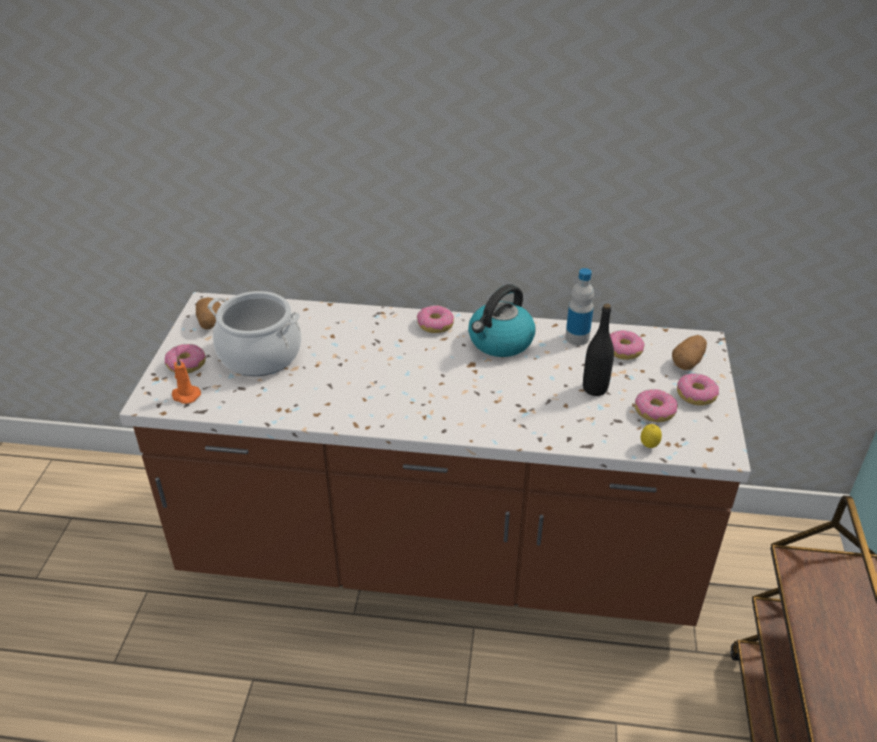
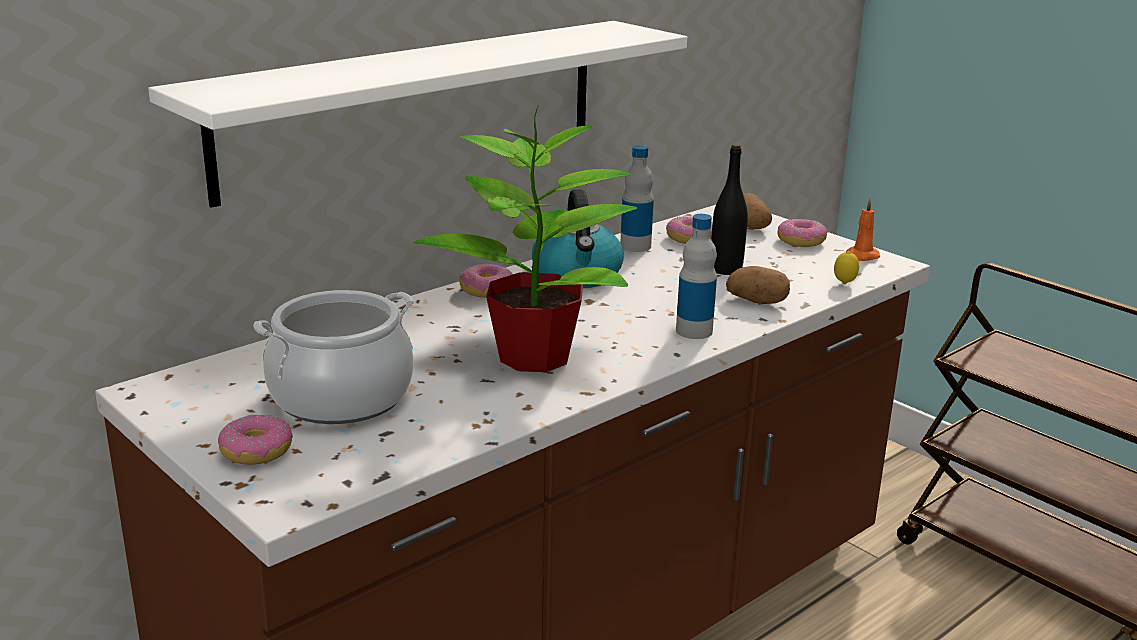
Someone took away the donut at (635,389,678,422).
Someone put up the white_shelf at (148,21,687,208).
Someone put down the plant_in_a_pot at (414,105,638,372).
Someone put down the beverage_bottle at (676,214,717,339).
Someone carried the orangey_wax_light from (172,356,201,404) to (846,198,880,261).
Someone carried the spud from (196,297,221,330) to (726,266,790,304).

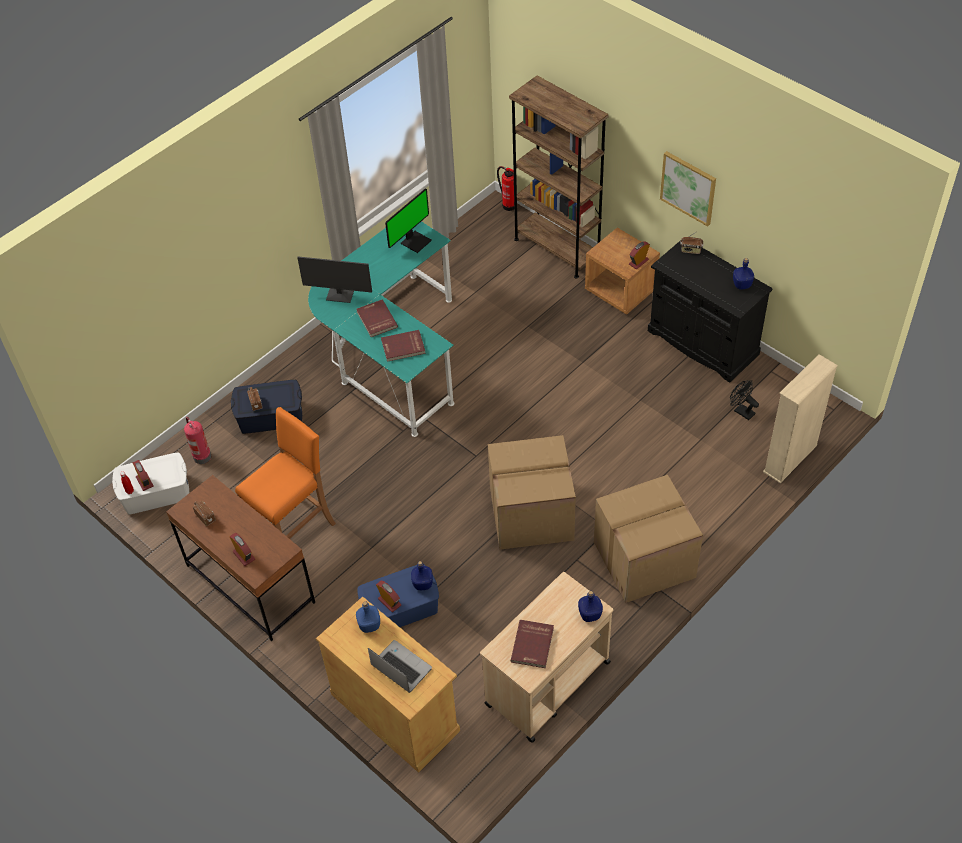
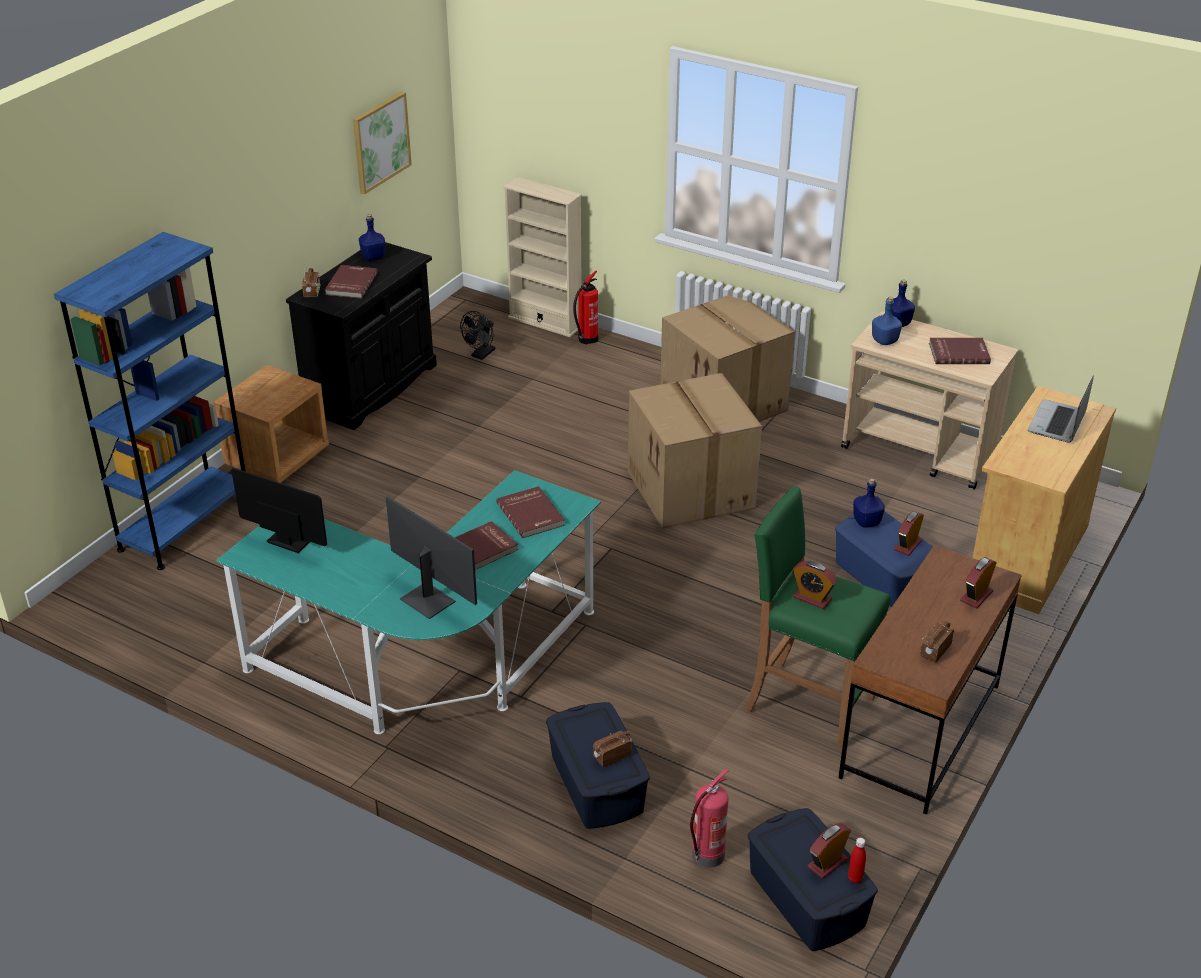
Someone put down the reddish_volume at (325,265,378,298).
Someone carried the blue_beverage_bottle from (356,601,380,633) to (872,297,902,345).
Someone carried the fire_extinguisher from (497,166,514,211) to (573,271,598,344).
Someone carried the alarm_clock from (629,241,650,269) to (793,561,838,609).
Someone carried the picture from (660,151,716,227) to (353,91,412,194).
Someone repainted the white_storage_container at (112,452,189,515), which became the blue_storage_container at (748,808,878,951).
Someone repainted the orangey_stool at (235,407,336,539), which became the green_stool at (745,486,891,750).
Someone repainted the brown_bookcase at (509,75,609,279), which became the blue_bookcase at (54,232,246,570).
Someone rotated the computer_screen at (297,256,372,303) by 45 degrees counterclockwise.

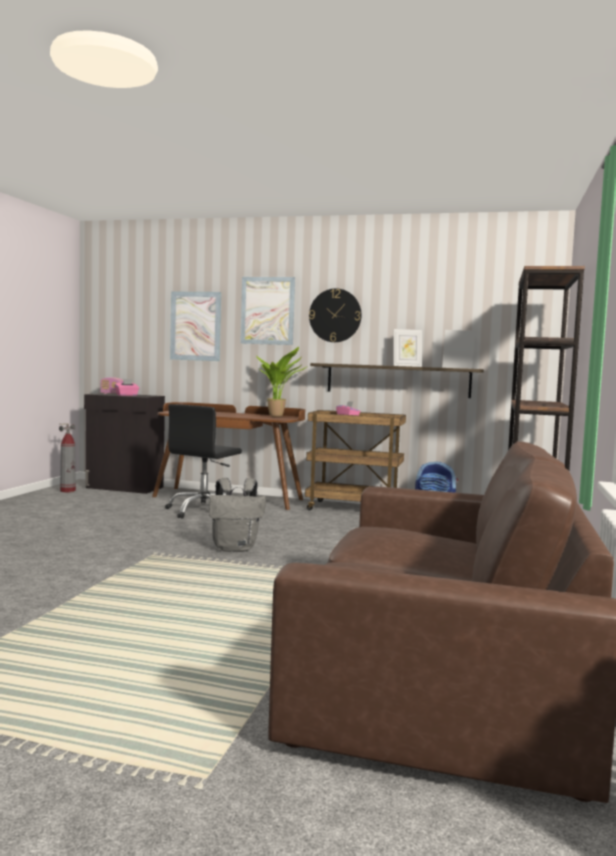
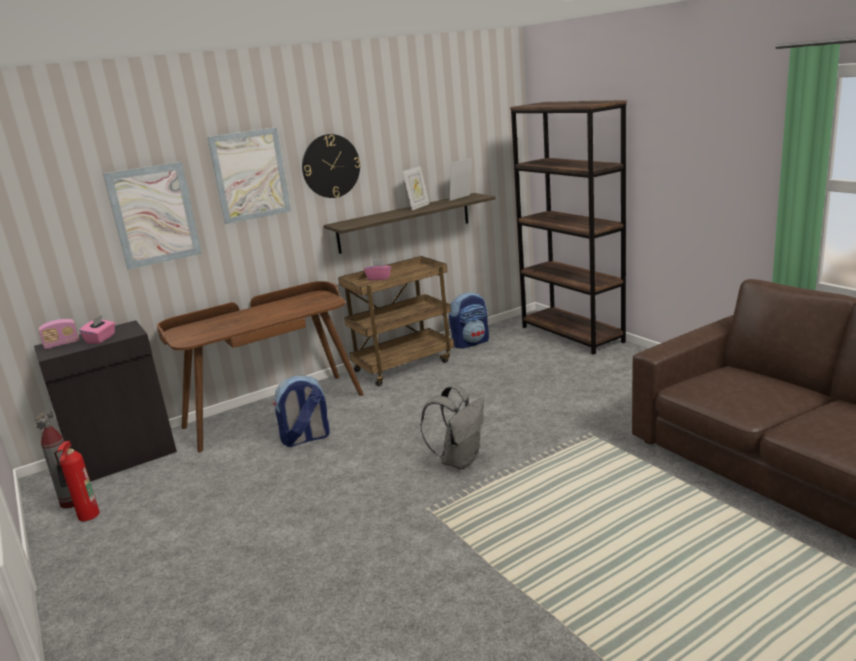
Someone took away the plant_in_a_pot at (256,346,306,417).
Someone put down the fire_extinguisher at (54,441,99,521).
Someone swapped the blackish_computer_chair at (165,404,242,519) for the backpack at (273,376,330,447).

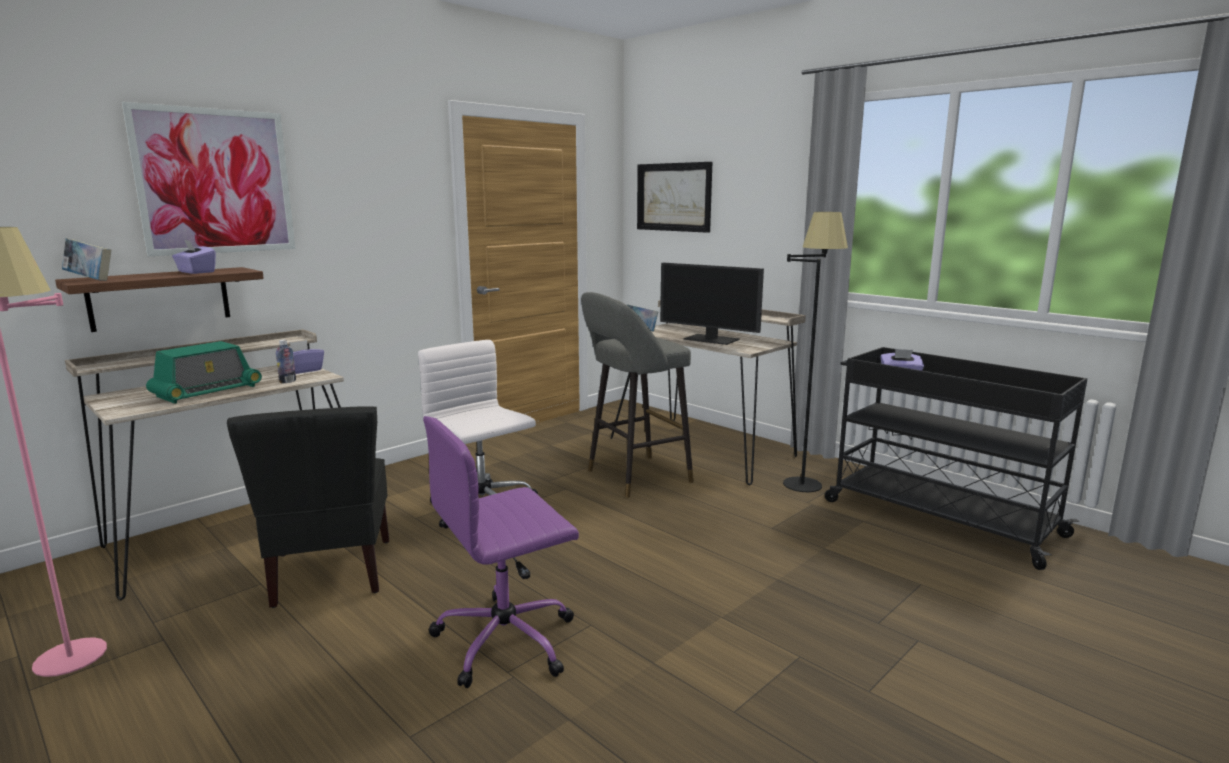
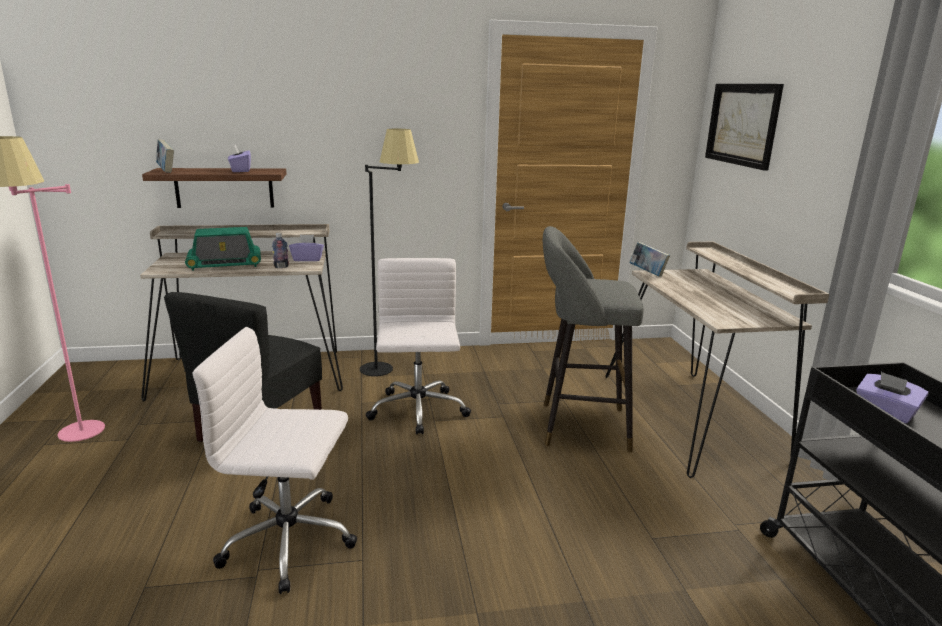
Someone took away the picture at (121,102,296,256).
Someone took away the computer_screen at (660,263,764,345).
Someone carried the blackish_standing_lamp from (783,212,848,492) to (360,129,419,376).
Someone repainted the purple-coloured_computer_chair at (423,416,579,688), which became the white_computer_chair at (193,327,357,594).

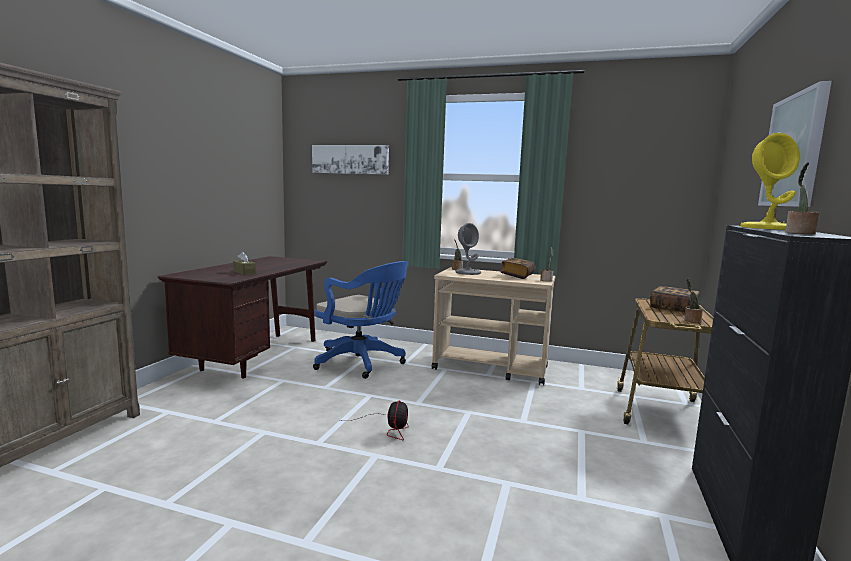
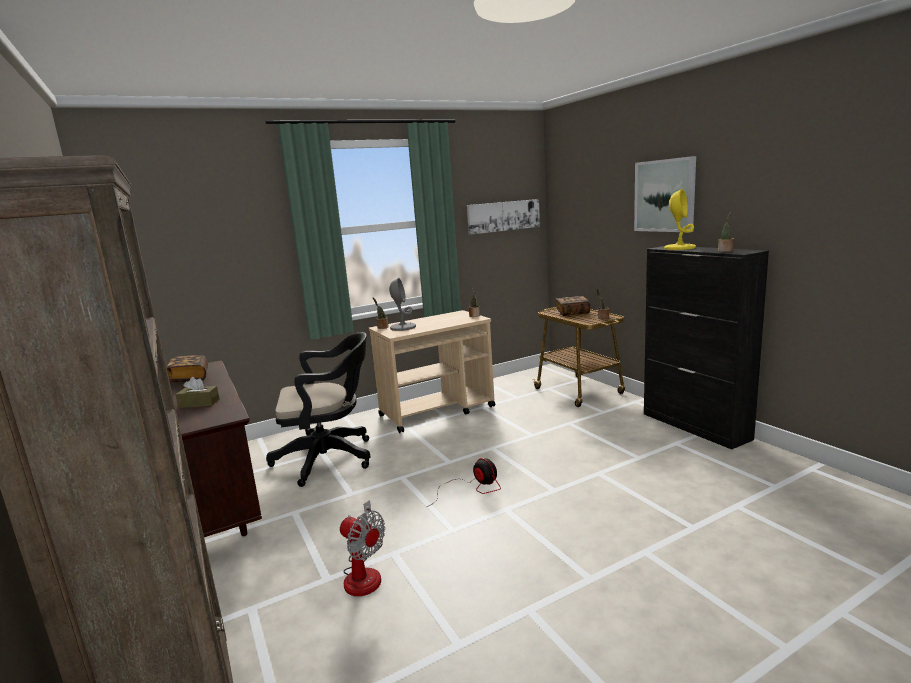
Someone put down the cooling_fan at (340,500,385,596).
Someone carried the picture from (312,145,389,175) to (467,199,540,235).
Someone carried the volume from (500,258,535,279) to (166,355,208,382).
Someone repainted the blue_computer_chair at (313,261,408,379), which became the blackish_computer_chair at (266,332,370,487).

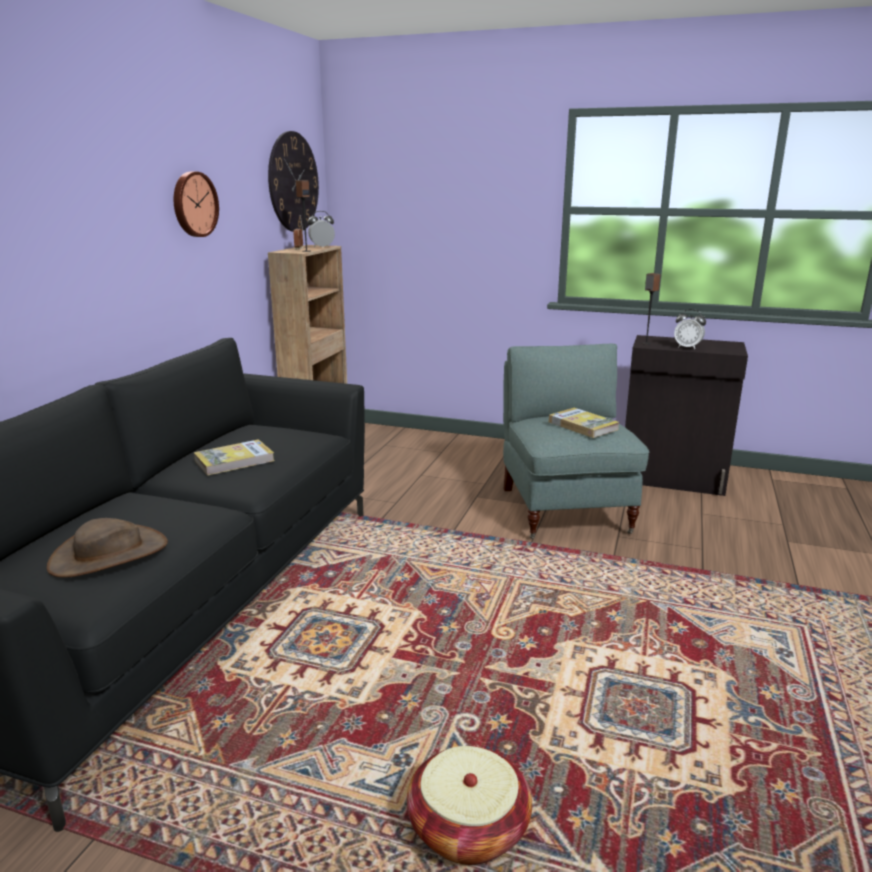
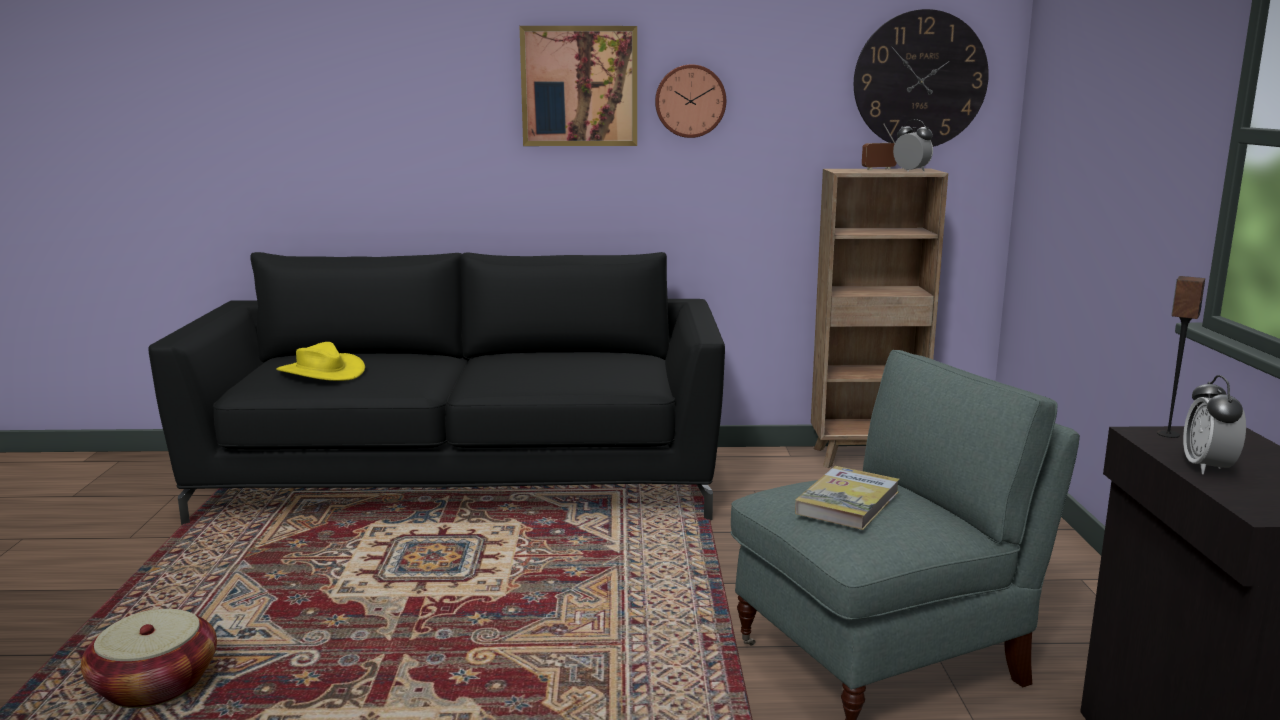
Someone took away the volume at (194,439,275,476).
Someone took away the audio_speaker at (296,180,311,252).
Someone put up the picture at (520,26,637,146).
Someone repainted the brown_hat at (47,518,168,578), which became the yellowish_hat at (277,342,365,381).

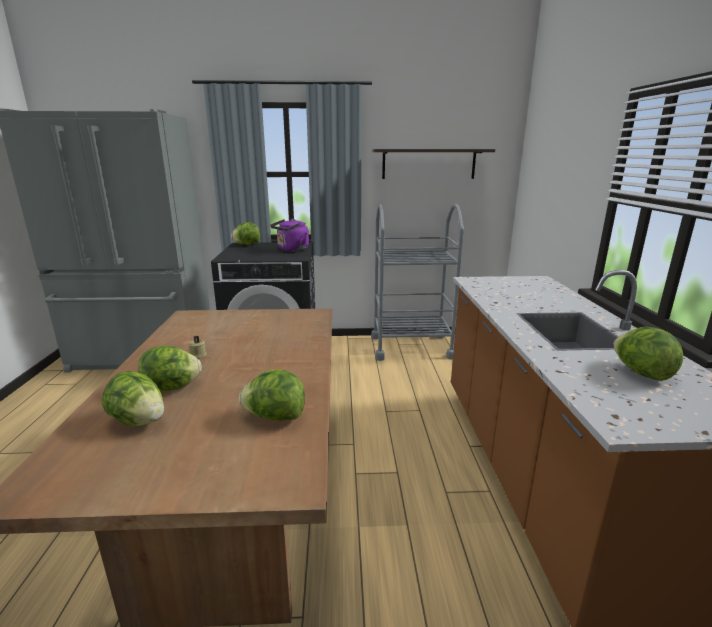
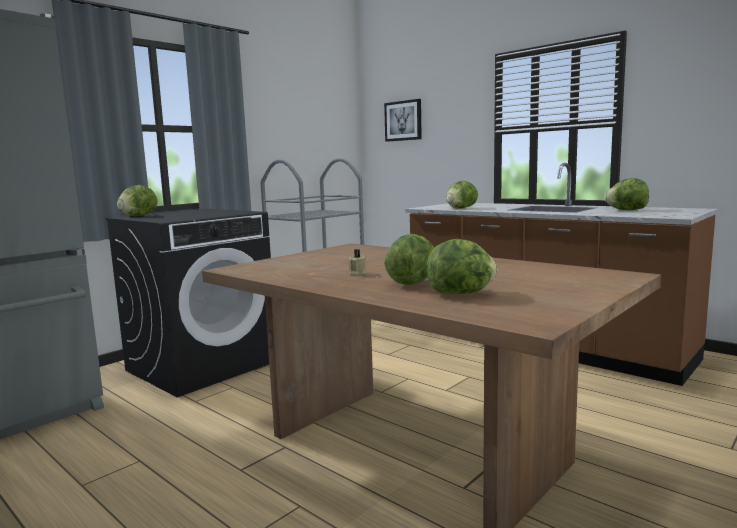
Someone took away the purple-coloured_kettle at (270,219,309,251).
Someone took away the shelf at (372,149,495,179).
Someone put up the picture at (384,99,422,142).
Someone carried the head_of_lettuce from (239,370,305,421) to (446,181,478,208).

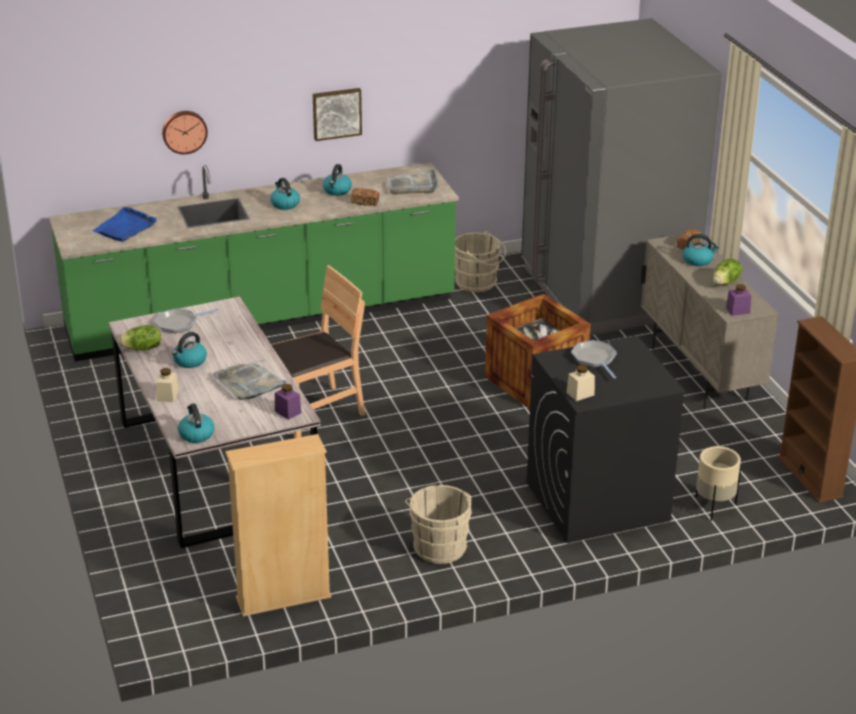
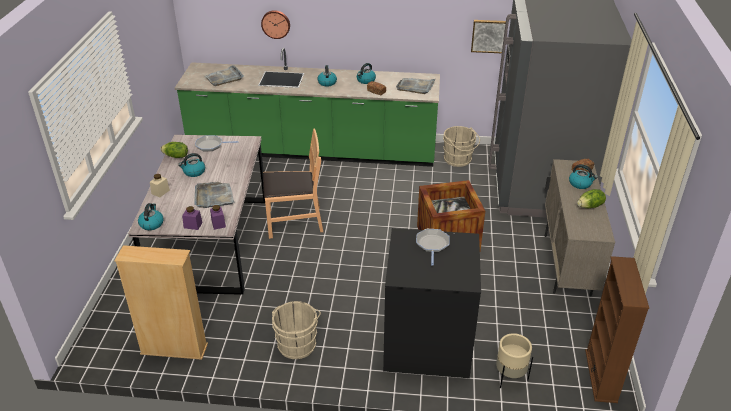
Someone took away the beige-coloured_storage_jar at (566,365,595,401).
Someone carried the picture from (313,88,362,141) to (471,20,506,53).
Someone carried the purple-coloured_storage_jar from (726,284,751,316) to (182,206,202,230).
Someone repainted the blue_tray at (93,207,157,242), which became the grey_tray at (205,65,244,86).

